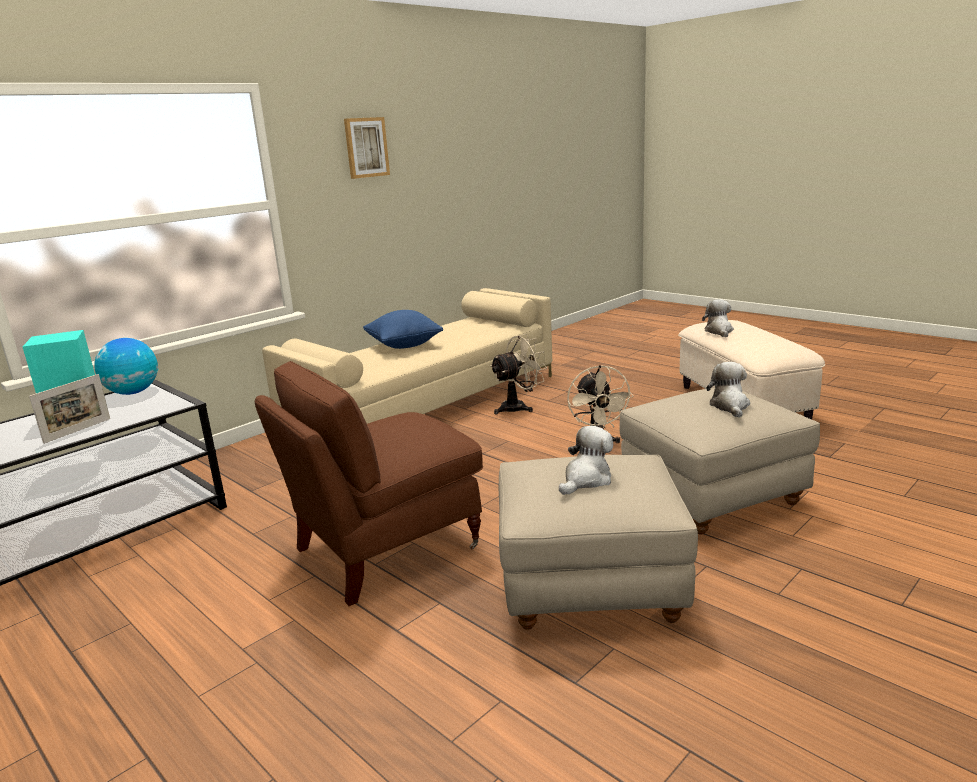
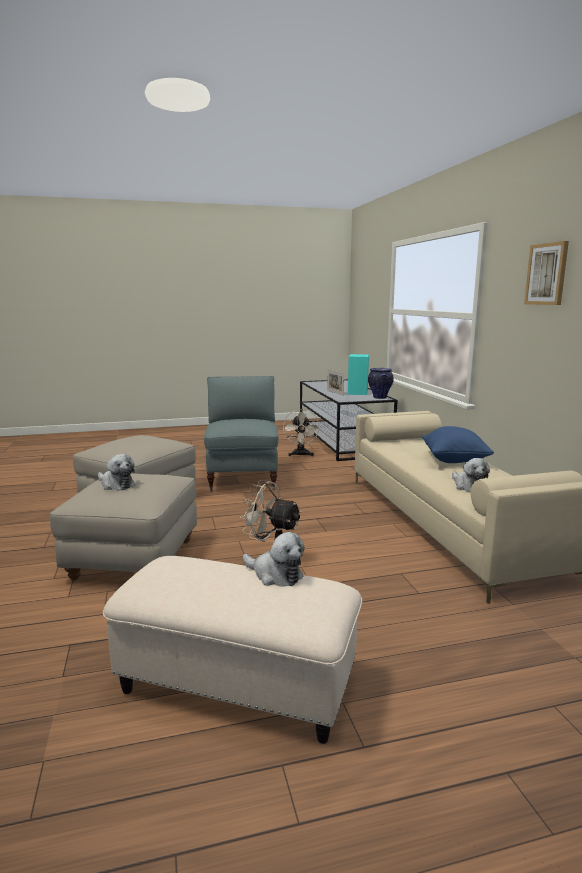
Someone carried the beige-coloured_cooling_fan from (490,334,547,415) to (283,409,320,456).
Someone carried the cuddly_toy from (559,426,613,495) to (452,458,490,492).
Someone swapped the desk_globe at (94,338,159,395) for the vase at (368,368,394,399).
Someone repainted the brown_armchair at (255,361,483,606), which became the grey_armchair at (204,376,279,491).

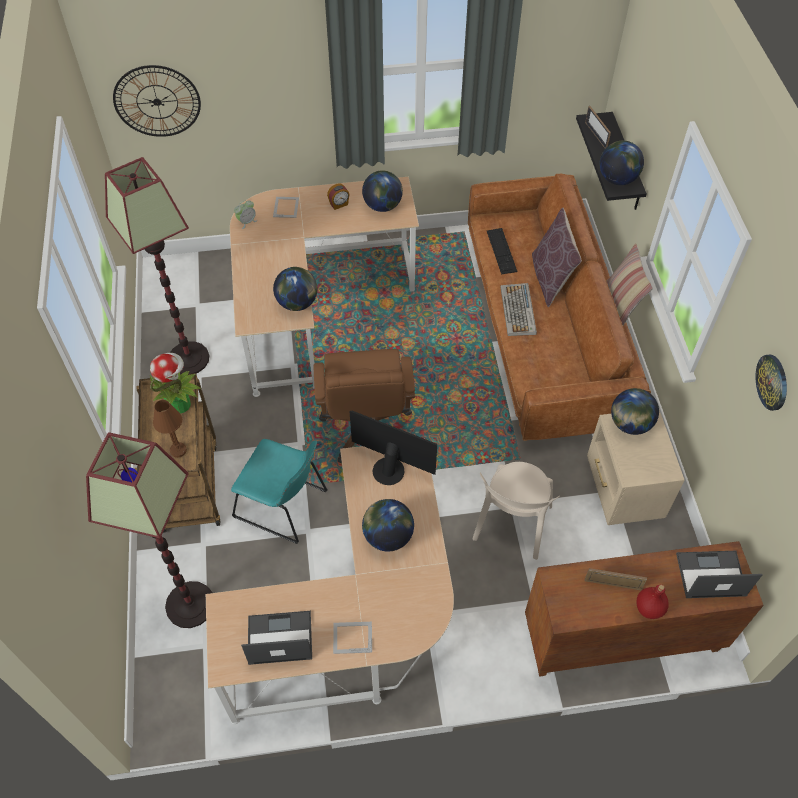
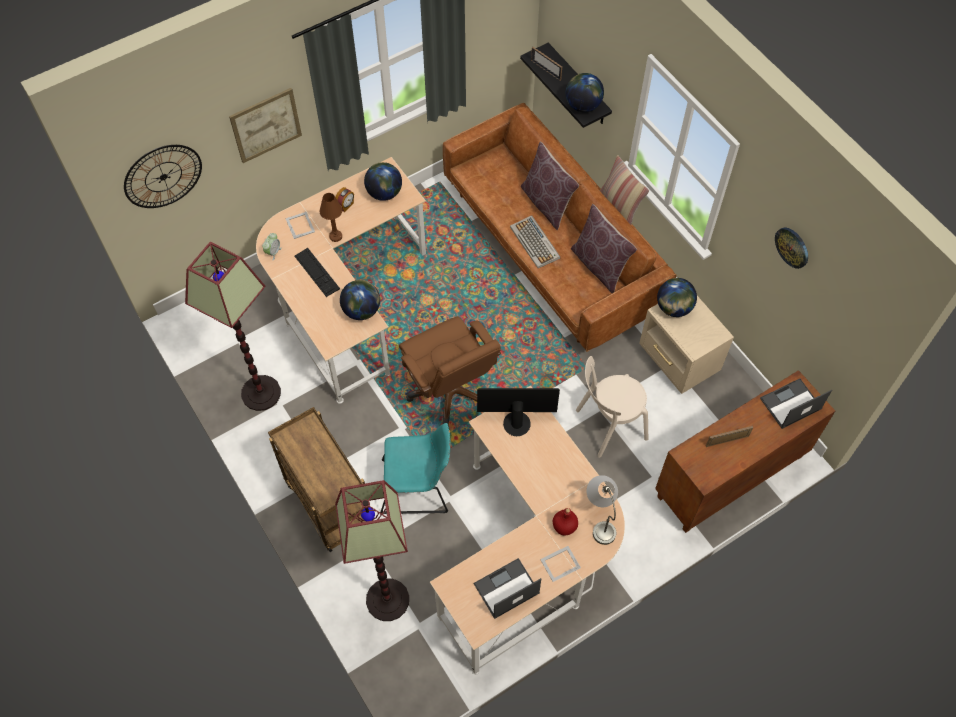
Someone took away the plant_in_a_pot at (150,353,201,414).
Someone took away the desk_globe at (362,499,414,552).
Someone put up the picture at (229,88,302,163).
Someone put down the brown_cushion at (571,204,637,293).
Someone put down the grey_tabletop_lamp at (586,475,618,545).
Someone carried the brown_tabletop_lamp from (153,400,187,458) to (320,193,343,242).
Someone carried the keyboard from (487,228,517,274) to (295,248,340,297).
Someone carried the reddish_beverage_bottle from (636,584,669,619) to (553,508,578,535).
Someone rotated the beige-coloured_plain_chair at (472,462,560,560) by 75 degrees clockwise.

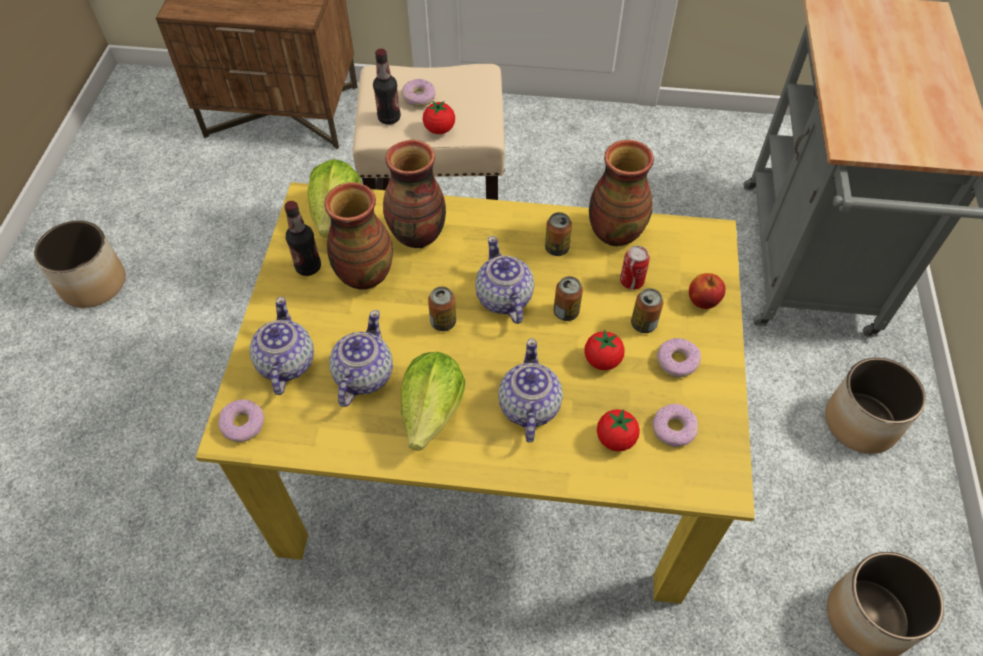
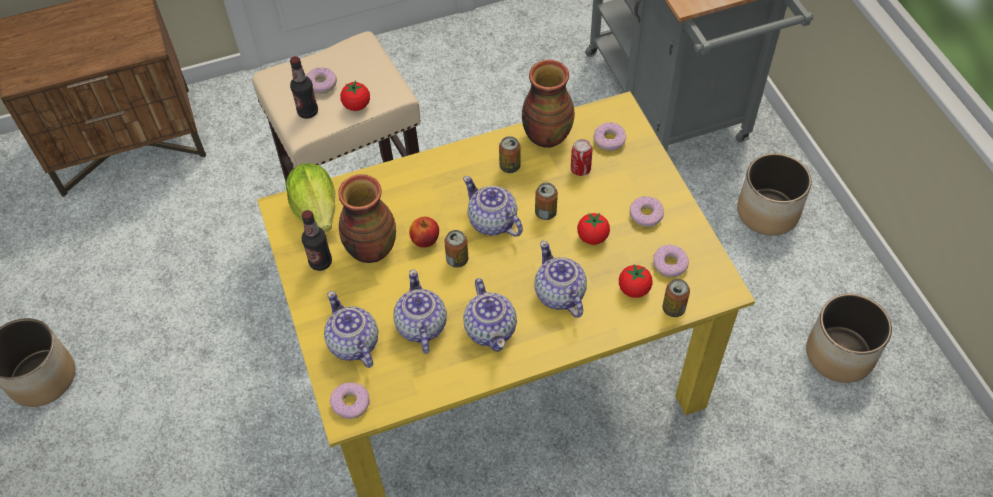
Someone took away the vase at (383,140,446,248).
Someone put down the donut at (593,122,626,151).
Someone carried the metal_can from (631,288,663,333) to (663,279,690,317).
Someone carried the apple_fruit from (689,273,725,309) to (409,217,439,248).
Someone swapped the head_of_lettuce at (401,352,465,451) for the pot_for_tea at (463,278,517,351).

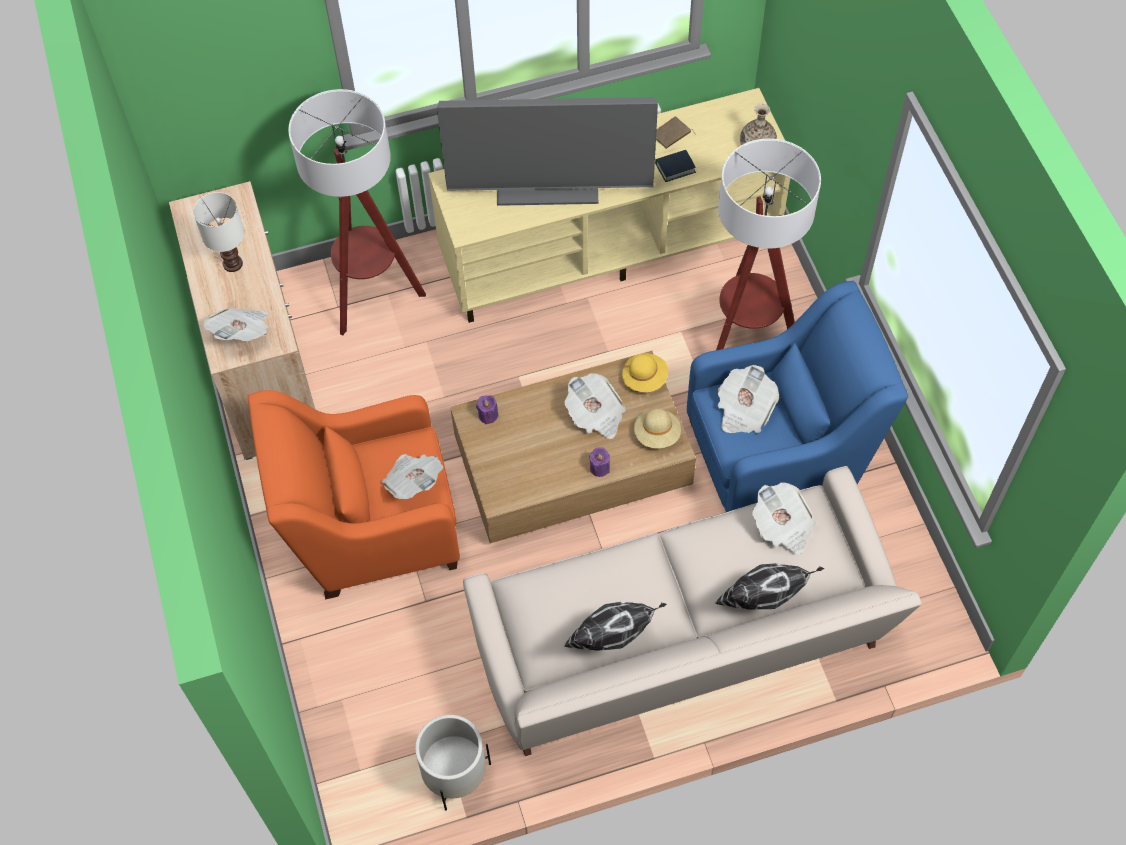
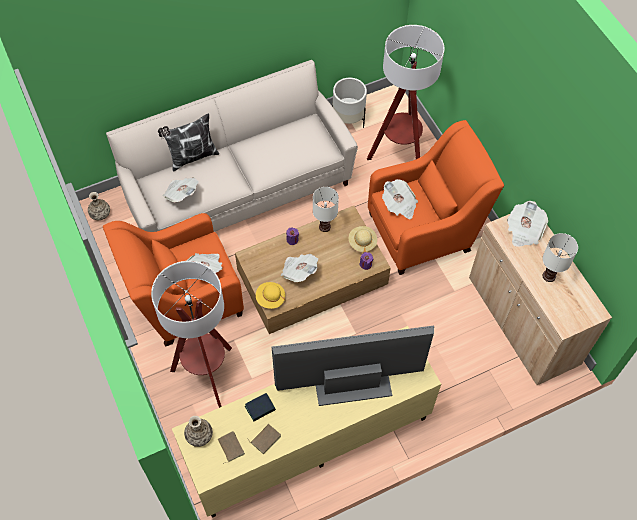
Someone took away the cushion at (564,602,667,651).
Someone put down the vase at (88,192,110,220).
Someone put down the brown_volume at (218,431,245,464).
Someone put down the white_tabletop_lamp at (313,187,339,232).
Someone carried the standing_lamp from (288,89,426,335) to (367,25,444,160).
Someone carried the beige-coloured_hat from (634,409,681,448) to (349,226,377,253).
Someone repainted the blue_armchair at (687,281,908,512), which became the orangey_armchair at (103,213,244,347).

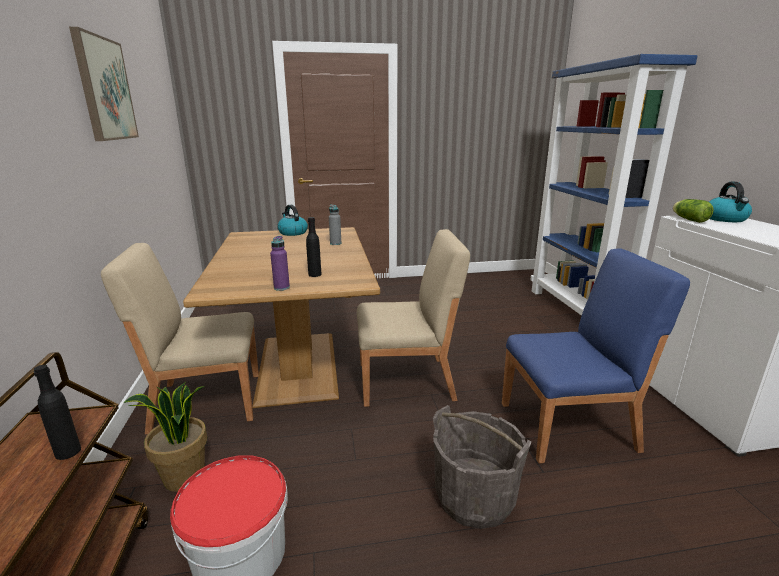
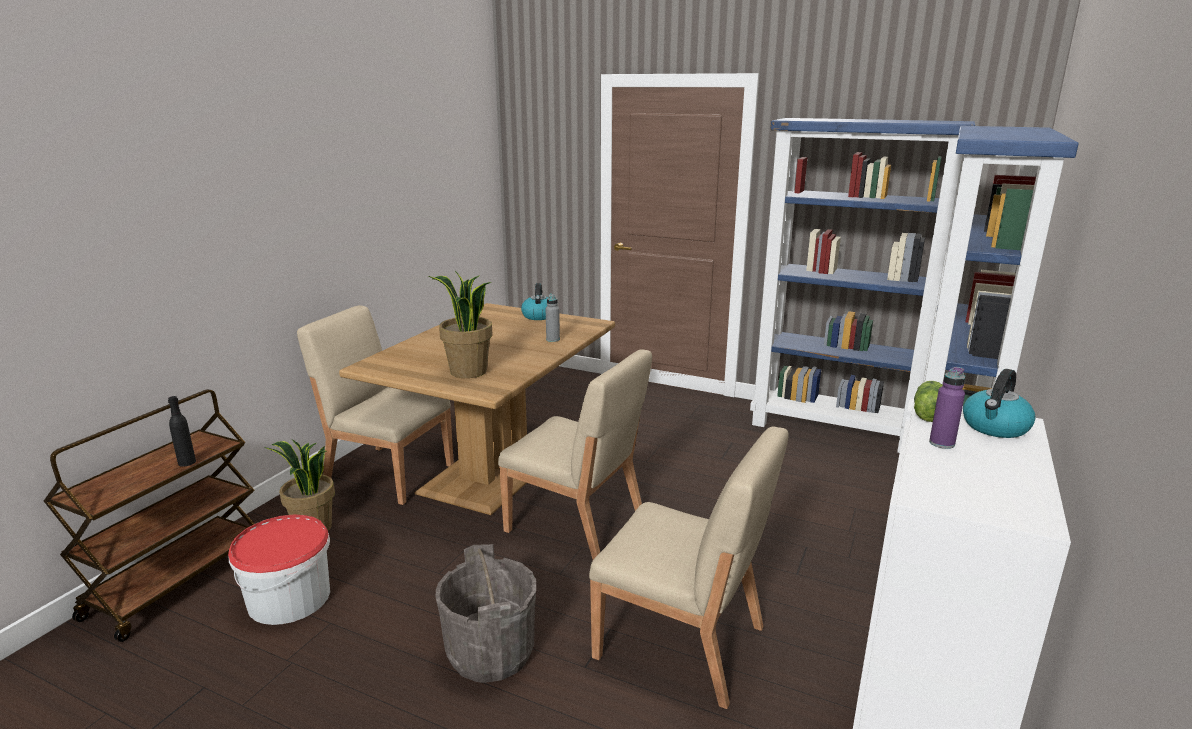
Someone took away the picture at (69,27,139,141).
Someone put down the blue_bookcase at (750,118,975,453).
Someone carried the purple-coloured_beverage_bottle from (270,236,290,291) to (929,367,965,449).
Someone swapped the blackish_beverage_bottle at (306,217,322,277) for the plant_in_a_pot at (429,271,493,378).
Someone repainted the blue_plain_chair at (502,248,690,463), which became the beige-coloured_plain_chair at (589,427,789,709).

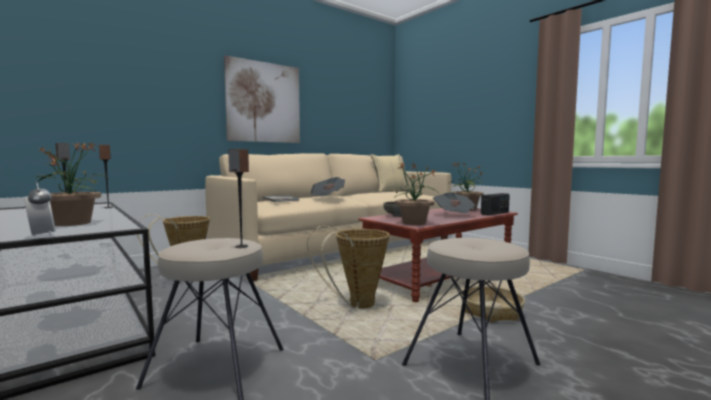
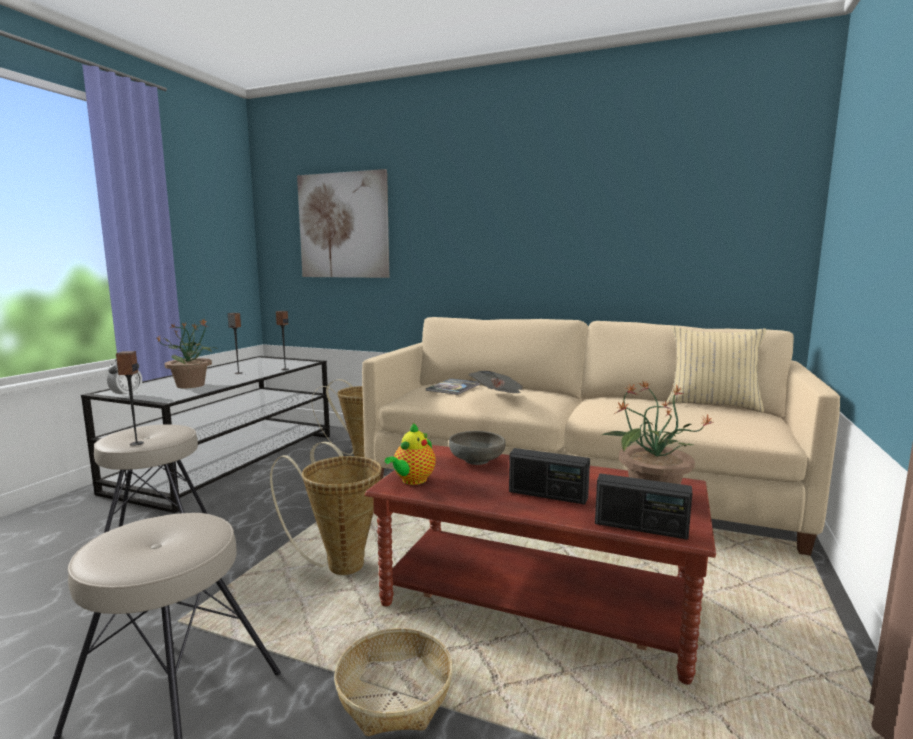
Someone carried the picture from (224,55,300,143) to (297,169,390,278).
Someone swapped the plant_in_a_pot at (392,163,440,225) for the pot_for_tea at (385,423,436,485).
Someone swapped the printed_paper at (433,193,475,213) for the radio_set at (509,448,590,505).

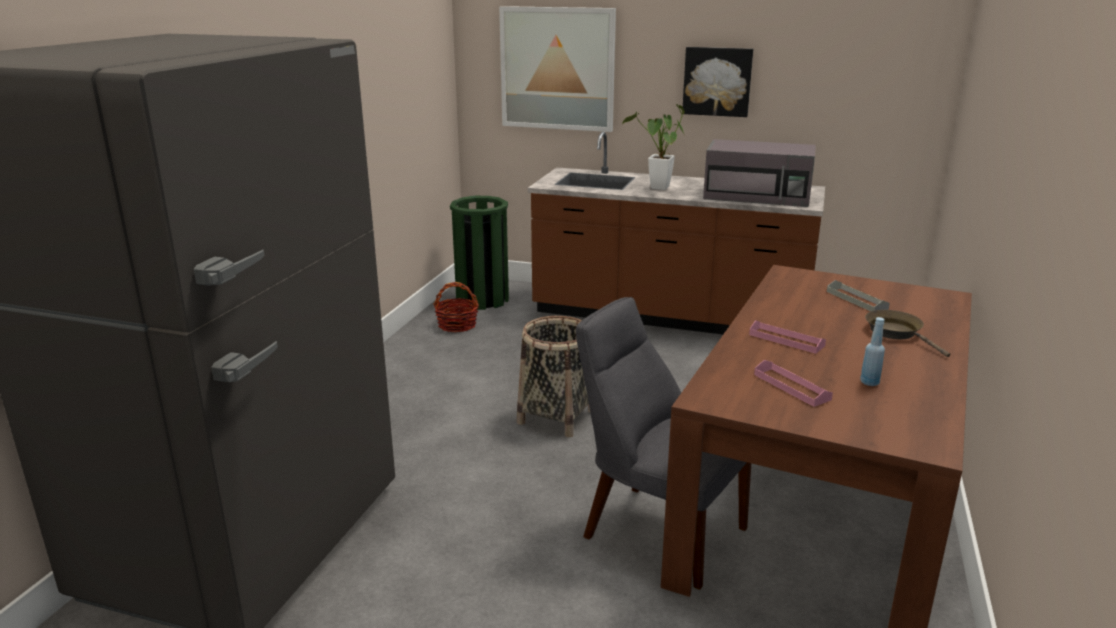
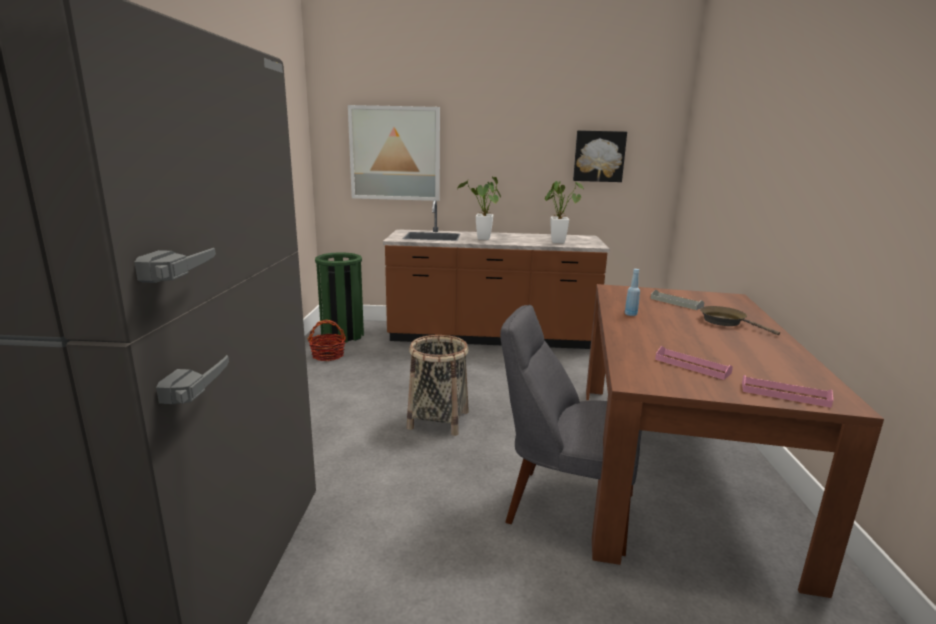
Someone carried the picture from (682,47,753,117) to (573,130,627,182).
Someone carried the pinkish_tray from (749,320,826,354) to (742,375,833,408).
Someone carried the blue_beverage_bottle from (860,317,885,386) to (625,269,640,316).
Someone swapped the grey_microwave_oven at (703,139,816,207) for the plant_in_a_pot at (545,181,584,243).

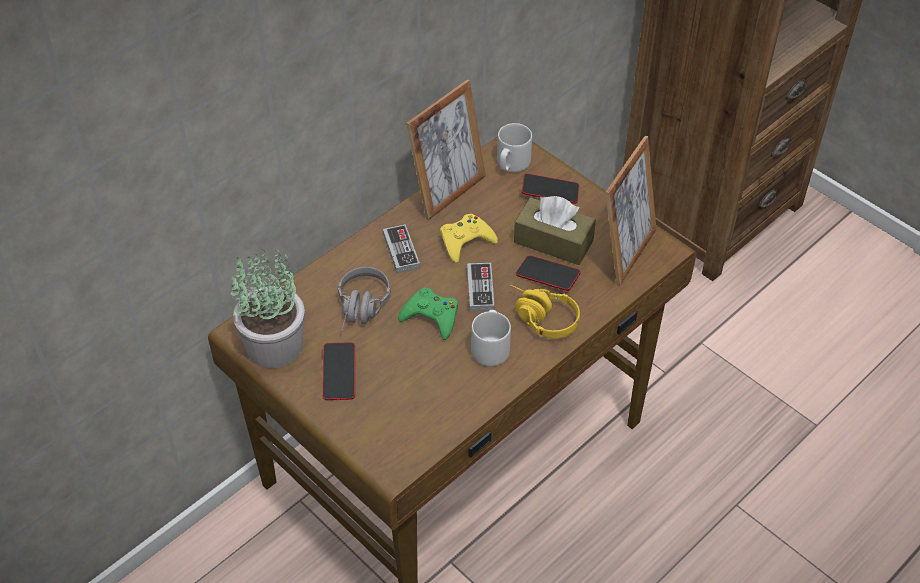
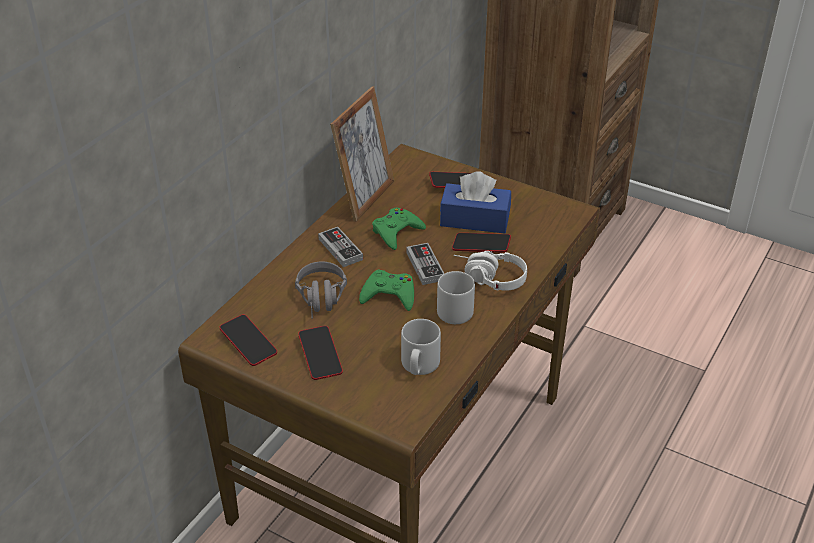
Someone took away the photo_frame at (605,136,657,286).
Someone carried the grey_mug from (497,123,532,172) to (401,319,441,375).
Someone swapped the plant_in_a_pot at (231,249,305,368) for the handset at (220,314,277,366).
Someone repainted the yellowish_game_controller at (440,214,498,263), which became the green_game_controller at (372,207,426,250).
Someone repainted the yellowish_pair_of_headphones at (510,285,580,339), which became the white_pair_of_headphones at (454,251,527,291).
Someone repainted the brown_tissue_box at (514,196,596,265), which became the blue_tissue_box at (440,171,511,233).

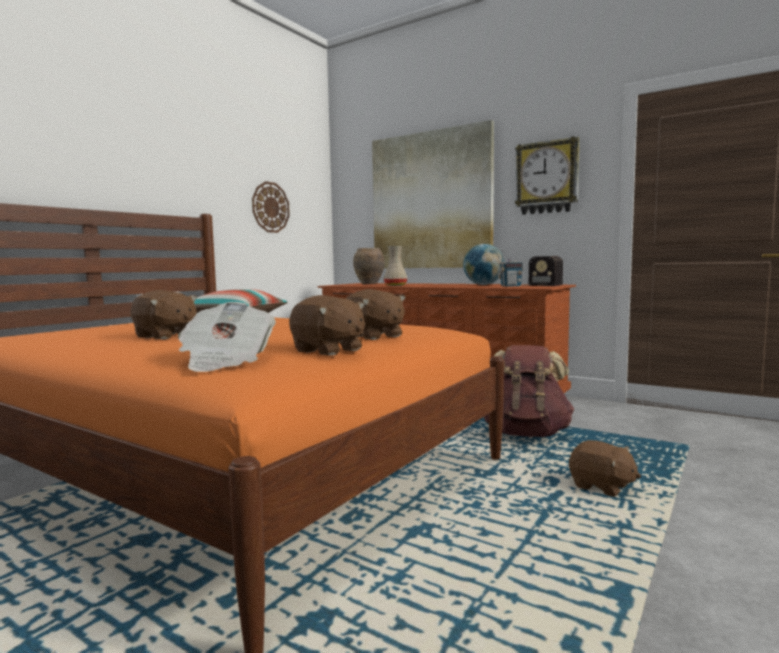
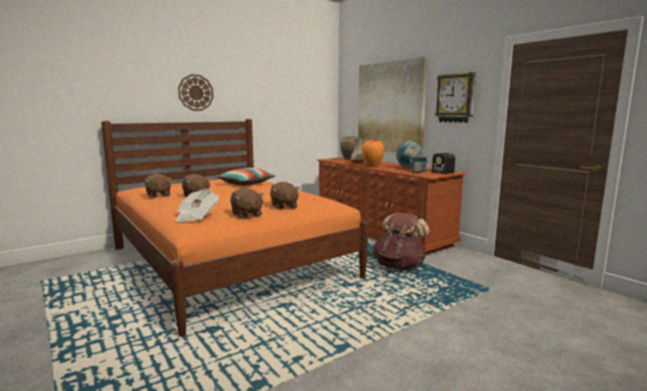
Someone put down the orangey_vase at (362,140,384,167).
Someone carried the clock_on_the_wall from (252,181,290,233) to (178,74,213,111).
Someone carried the brown_cuddly_toy from (569,440,641,497) to (145,174,172,198).

